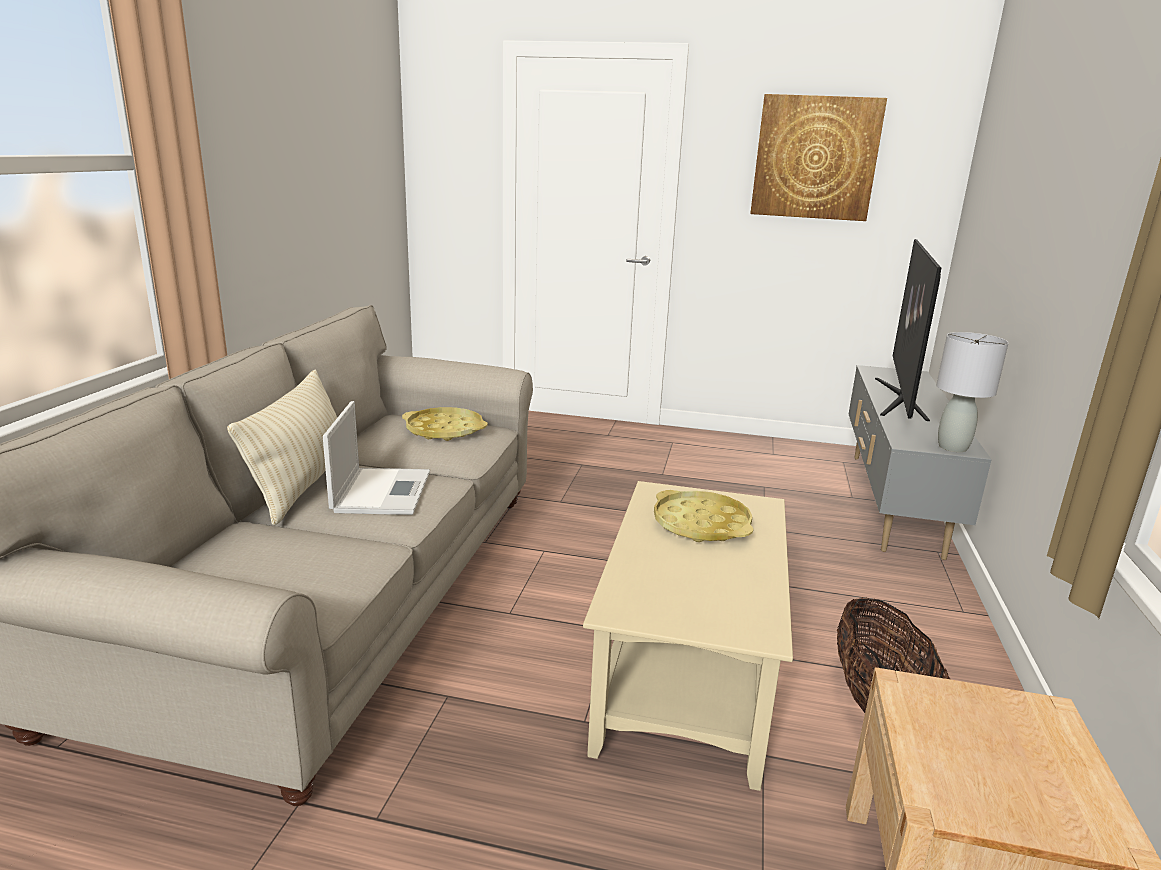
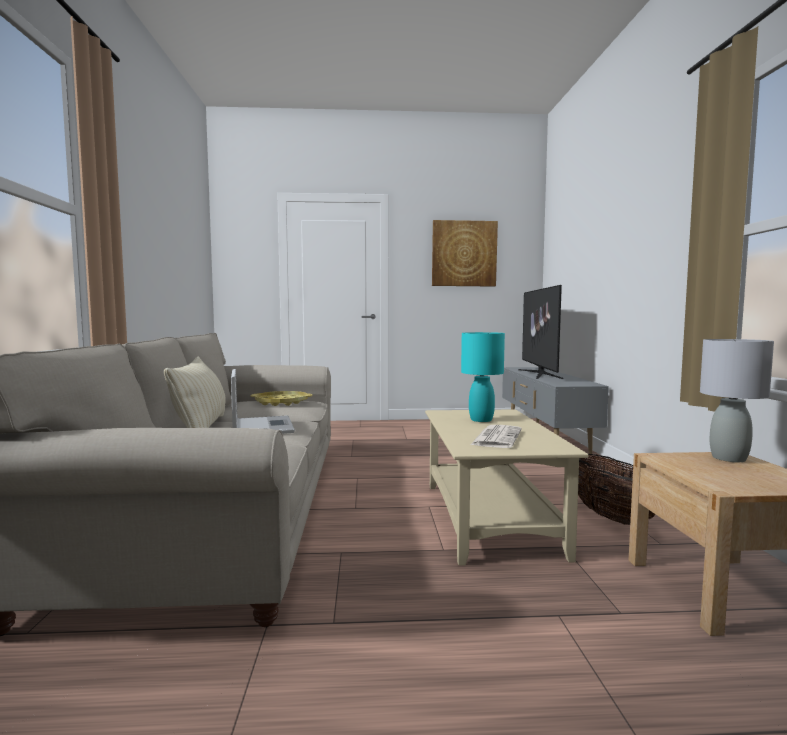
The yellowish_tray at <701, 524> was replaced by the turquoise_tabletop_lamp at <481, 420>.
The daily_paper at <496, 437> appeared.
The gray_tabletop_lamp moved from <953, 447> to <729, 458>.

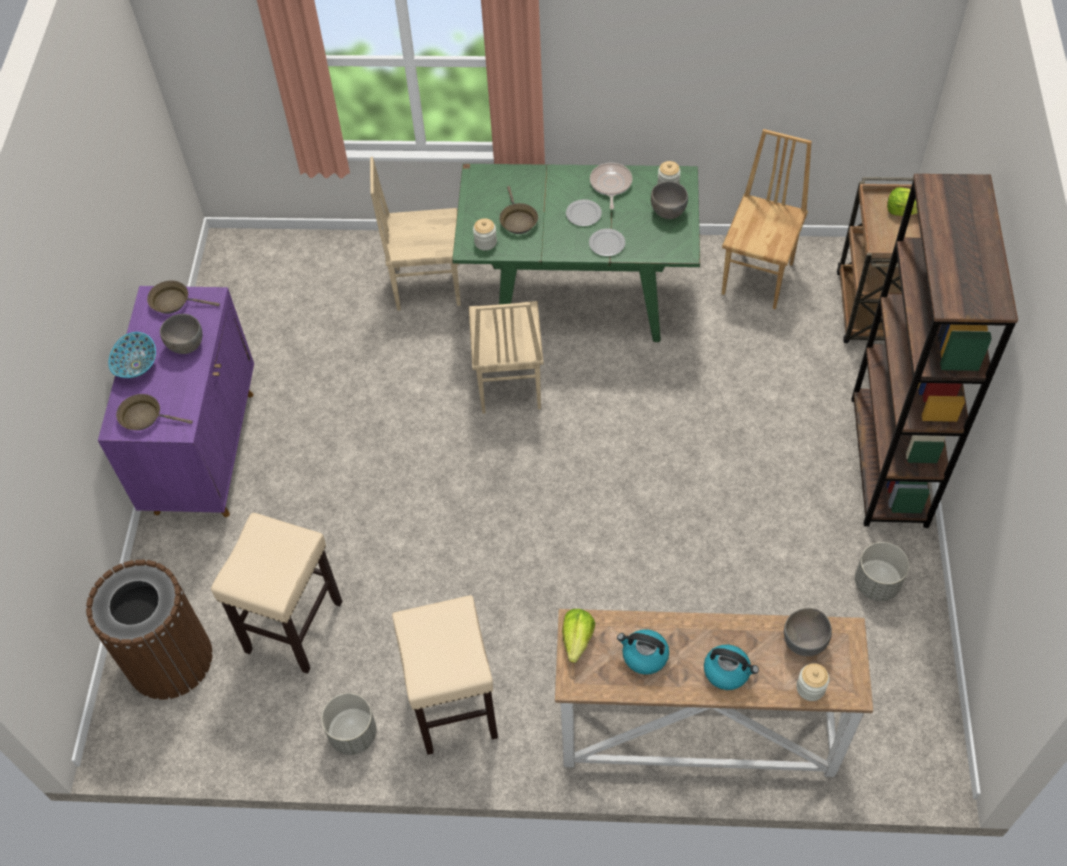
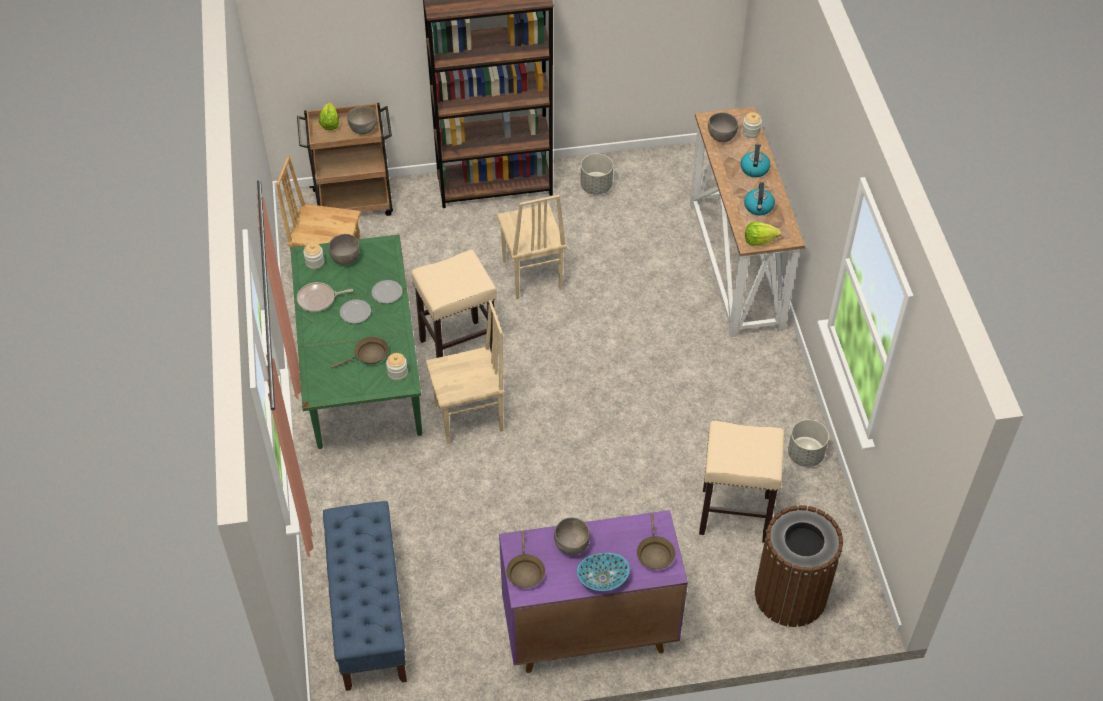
The blue_indoor_bench at <369, 612> appeared.
The gray_serving_bowl at <364, 130> appeared.
The beige-coloured_sitting_stool moved from <455, 707> to <459, 347>.
The beige-coloured_upright_chair moved from <427, 285> to <531, 275>.

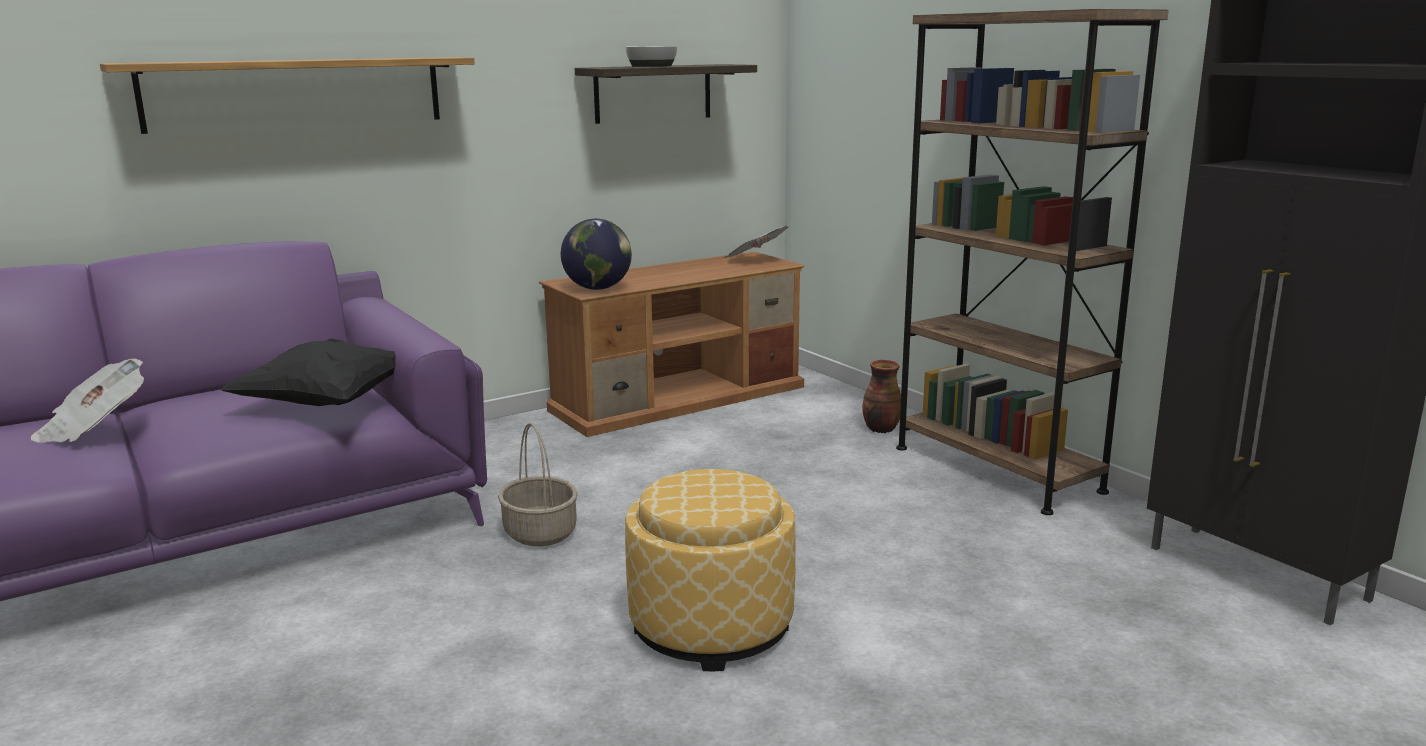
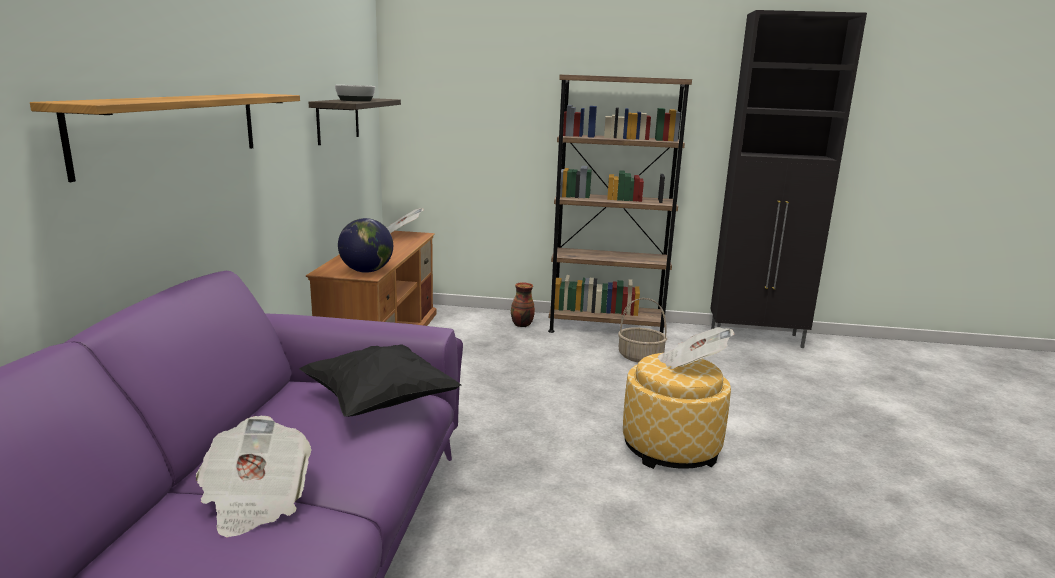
The household_basket moved from <539, 532> to <640, 357>.
The daily_paper at <692, 364> appeared.

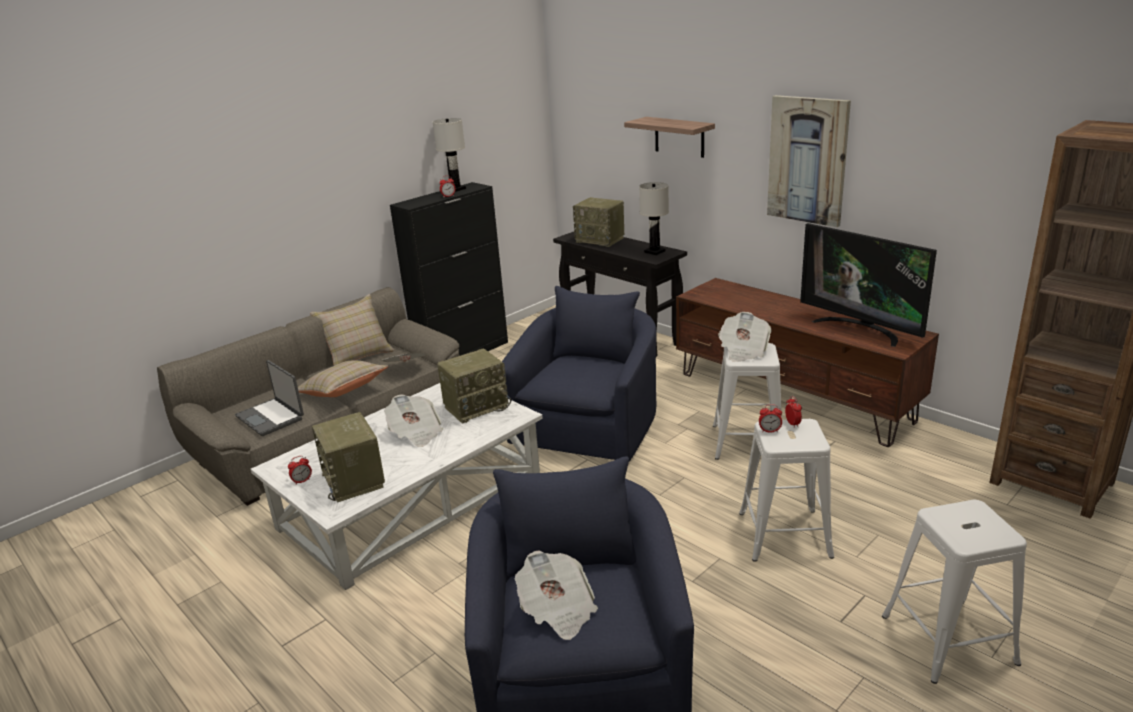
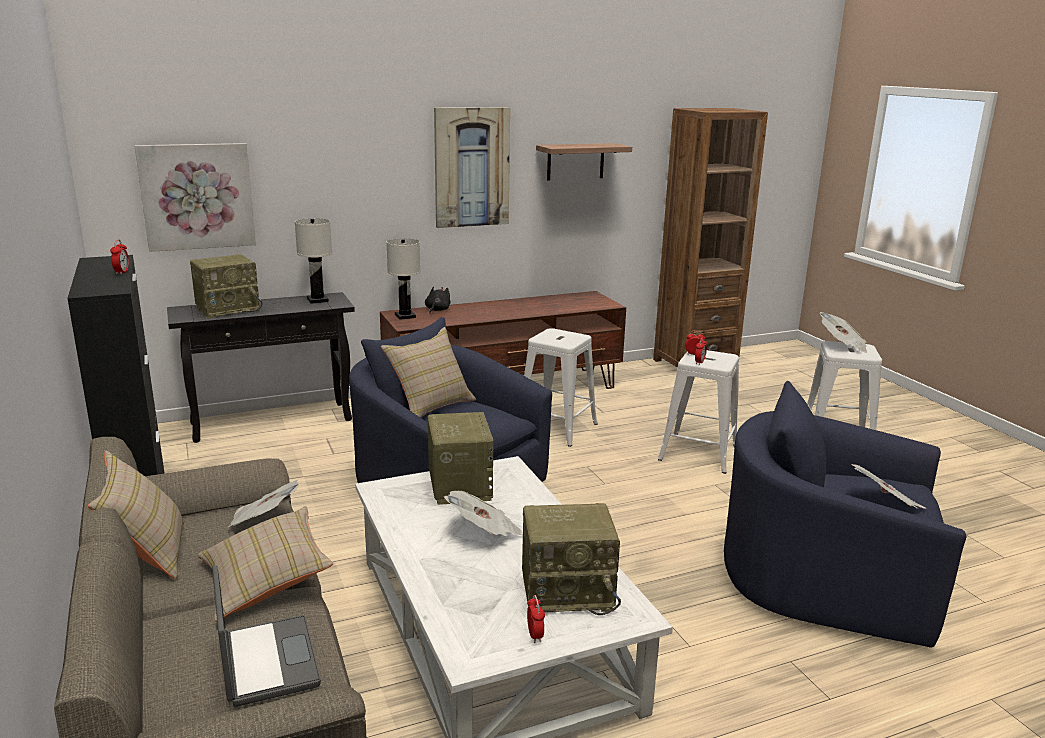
The wall_art at <197, 196> appeared.
The portable_computer at <271, 417> turned 90 degrees counterclockwise.
The beige-coloured_throw_pillow at <431, 405> appeared.
The white_tabletop_lamp moved from <455, 189> to <405, 316>.
The black_soft_toy at <437, 310> appeared.
The shelf moved from <679, 137> to <575, 161>.
The daily_paper moved from <743, 350> to <842, 345>.
The TV at <861, 329> disappeared.

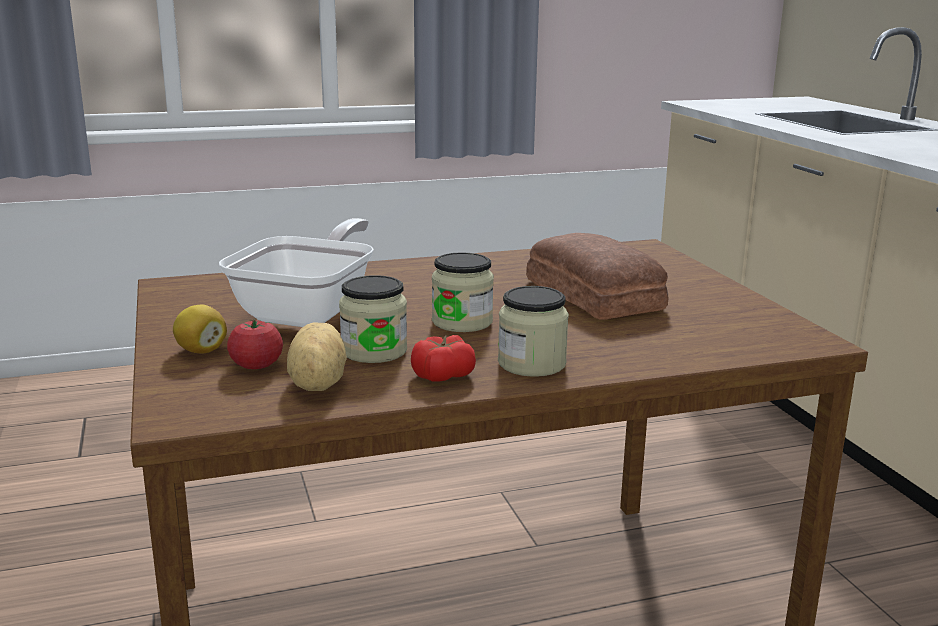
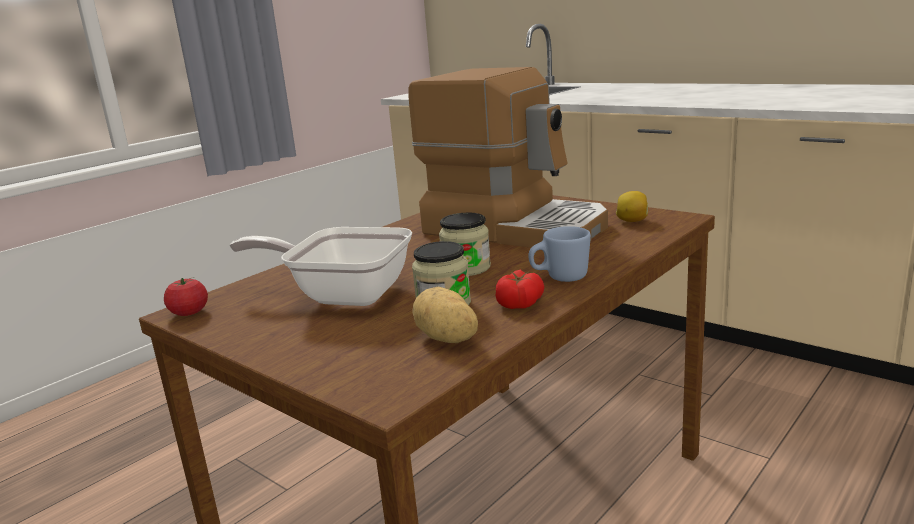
The fresh_tomato moved from <256, 365> to <189, 312>.
The pan at <310, 311> turned 60 degrees counterclockwise.
The baked_bread at <595, 294> was replaced by the coffee_machine at <515, 227>.
The jar at <531, 364> was replaced by the blue_tea_mug at <560, 278>.
The whole_lemon moved from <201, 351> to <632, 221>.

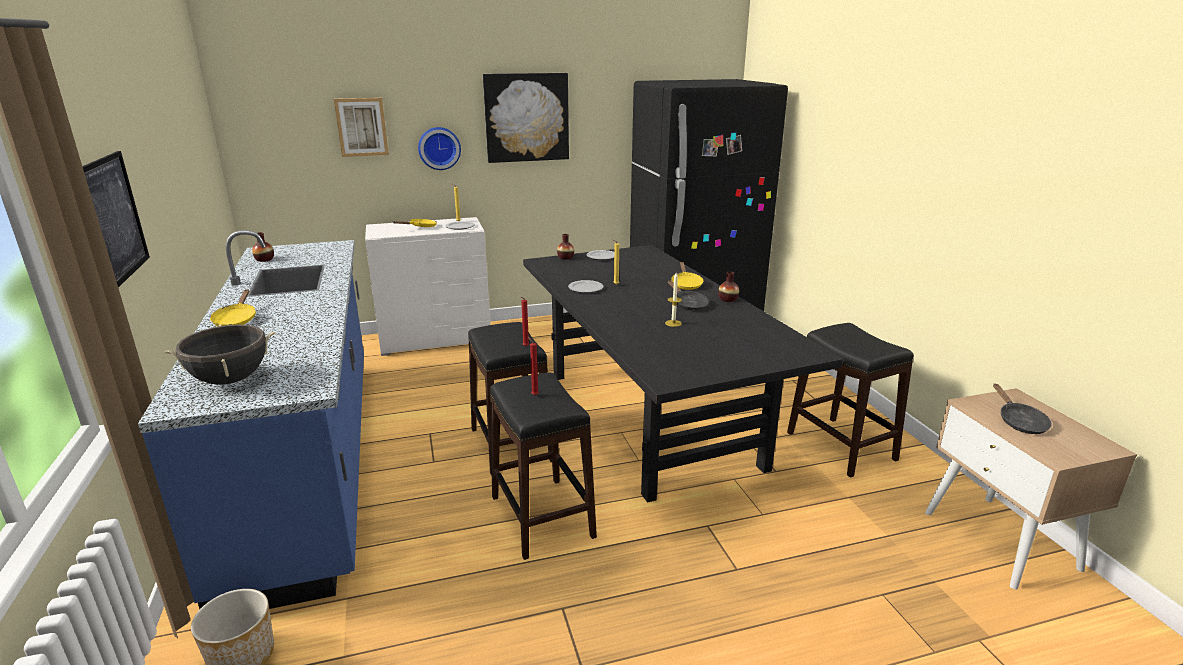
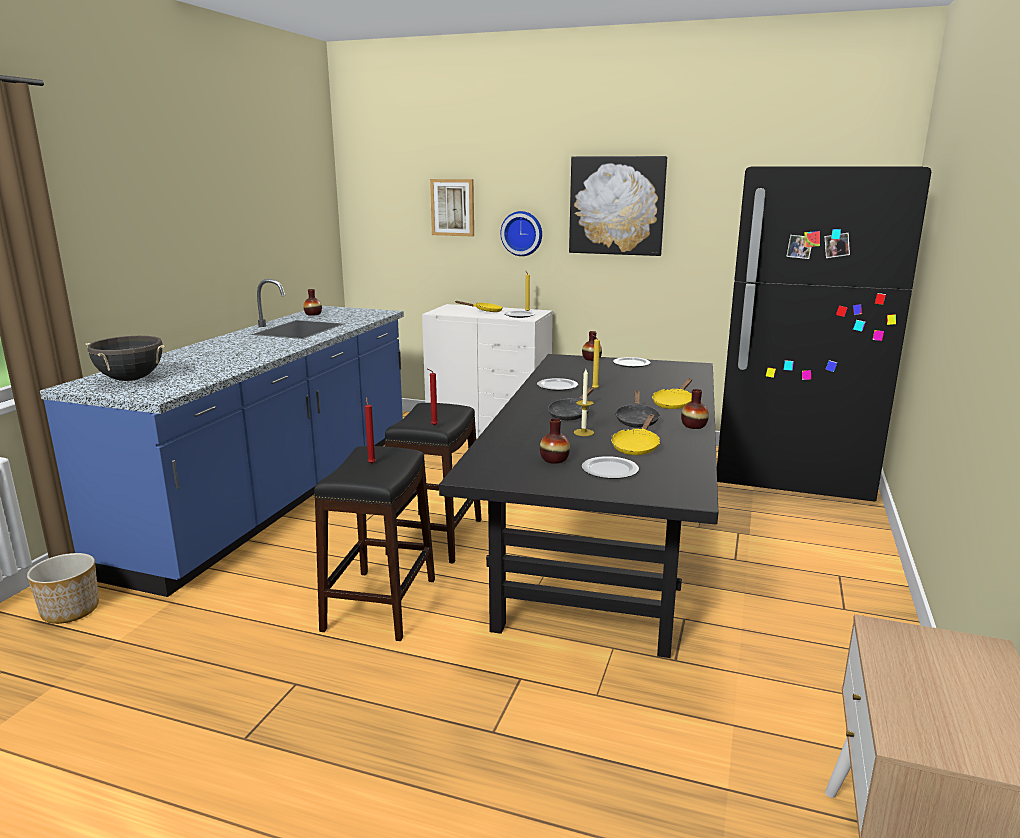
The vase at <554, 459> appeared.
The black_pan moved from <1019, 422> to <571, 414>.
The plate at <611, 470> appeared.
The yellowish_pan moved from <236, 320> to <636, 447>.
The wall_art at <114, 218> disappeared.
The black_sitting_stool at <841, 446> disappeared.

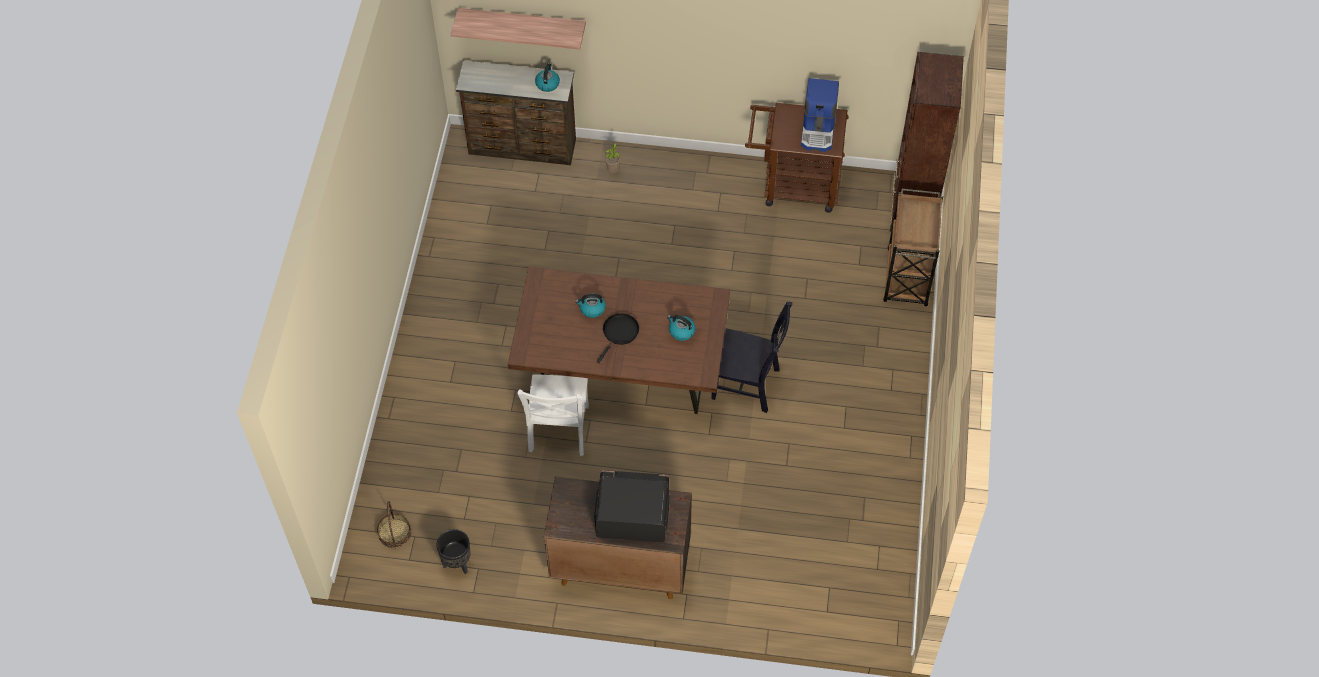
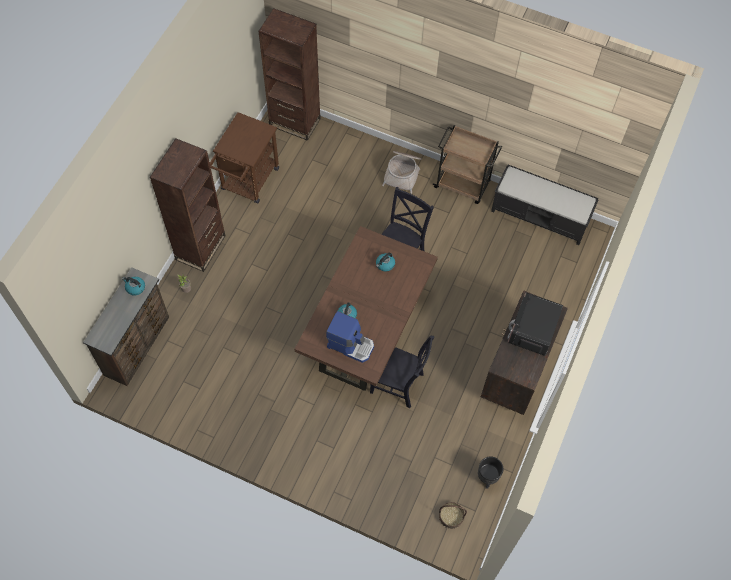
The brownish_bookshelf at <201, 247> appeared.
The coffee_machine moved from <818, 129> to <351, 344>.
The white_upright_chair at <558, 431> became the black_upright_chair at <399, 384>.
The household_basket at <403, 173> appeared.
The brownish_cart moved from <907, 279> to <463, 185>.
The black_indoor_bench at <540, 216> appeared.
The shelf at <522, 23> disappeared.
The black_pan at <619, 333> disappeared.

